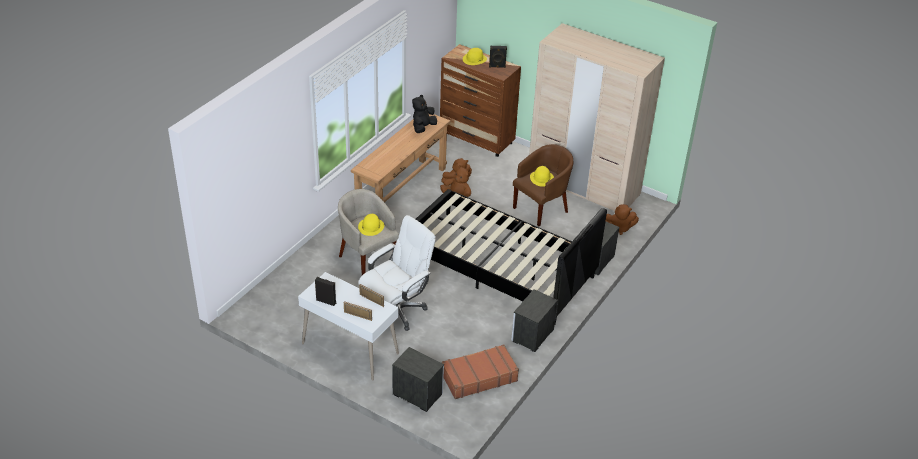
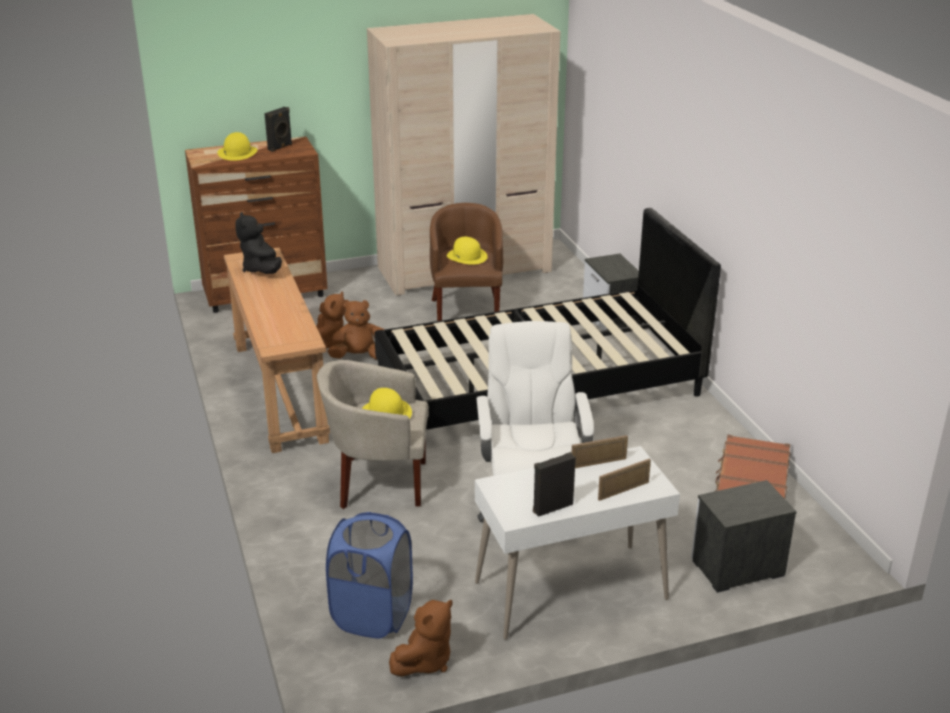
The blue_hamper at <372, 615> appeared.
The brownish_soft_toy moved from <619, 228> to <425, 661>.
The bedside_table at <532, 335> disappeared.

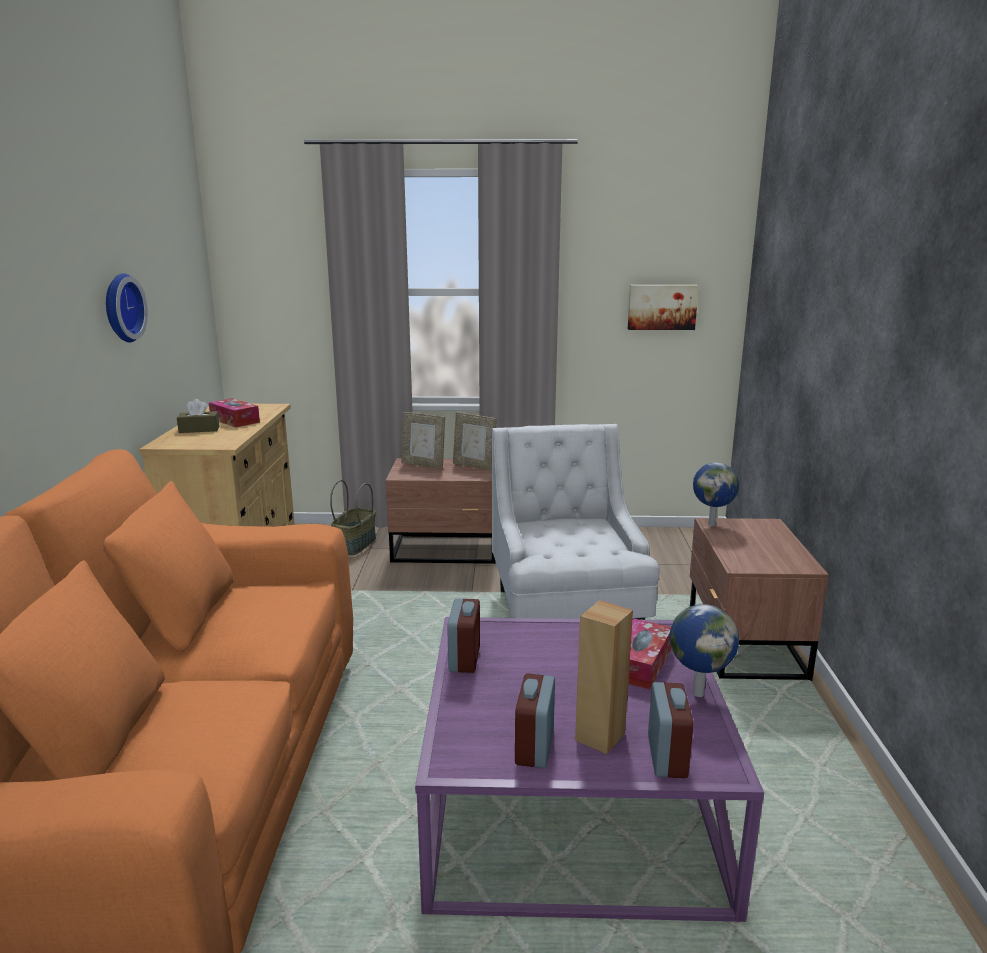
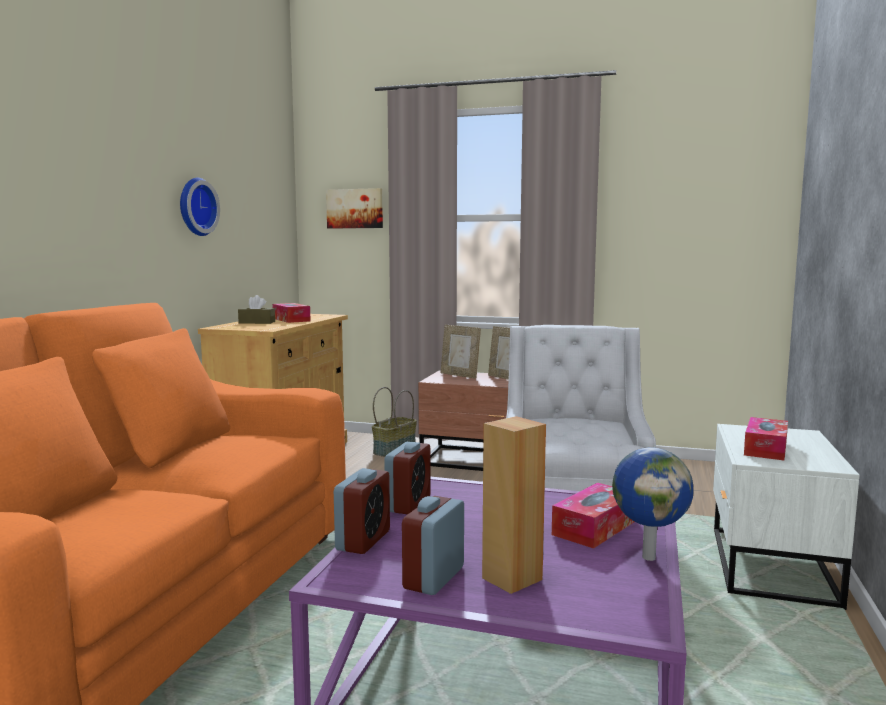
The wall_art moved from <662, 307> to <355, 208>.
The table_clock moved from <667, 757> to <363, 540>.
The brownish_bedside_table at <743, 644> became the white_bedside_table at <768, 566>.
The tissue_box at <765, 448> appeared.
The globe at <712, 524> disappeared.

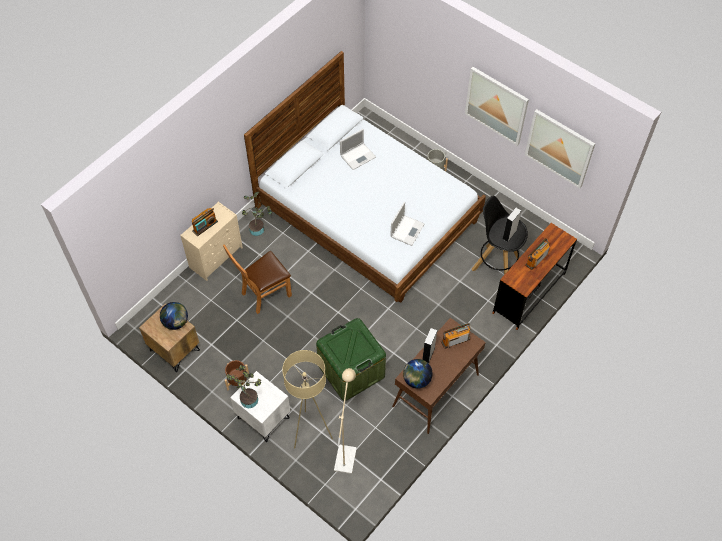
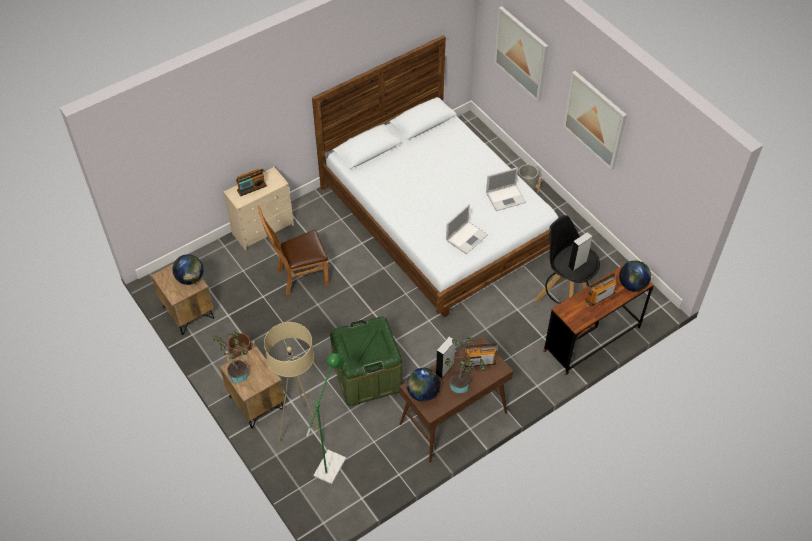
The white_bedside_table at <263, 418> became the brownish_bedside_table at <256, 403>.
The beige-coloured_floor_lamp at <346, 453> became the greenish_floor_lamp at <332, 461>.
The houseplant moved from <258, 229> to <462, 385>.
The portable_computer moved from <358, 156> to <506, 197>.
The wall_art moved from <559, 148> to <521, 53>.
The globe at <632, 285> appeared.

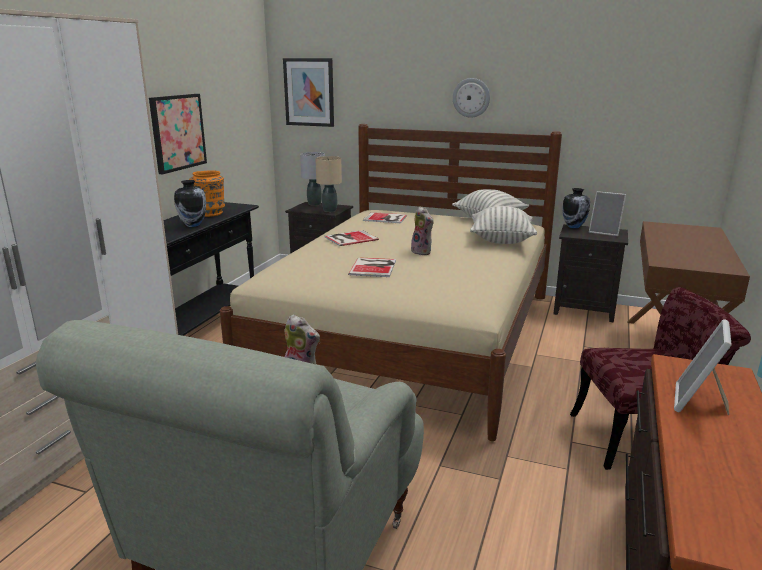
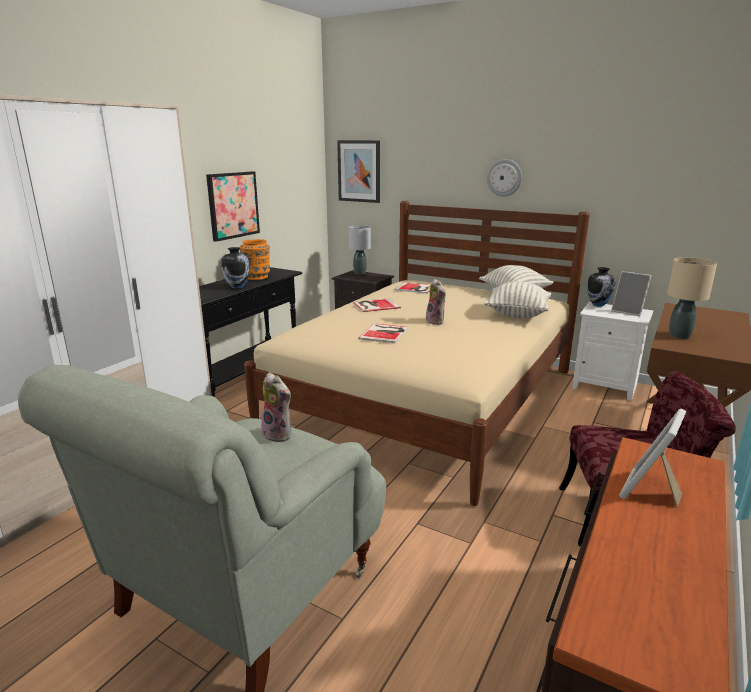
The black_bedside_table at <585, 309> became the white_bedside_table at <605, 386>.
The beige-coloured_tabletop_lamp moved from <329, 210> to <679, 335>.

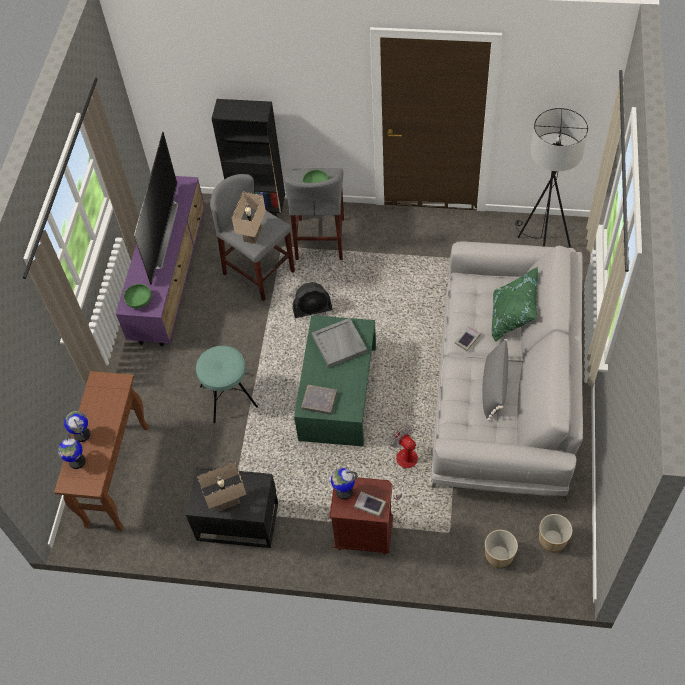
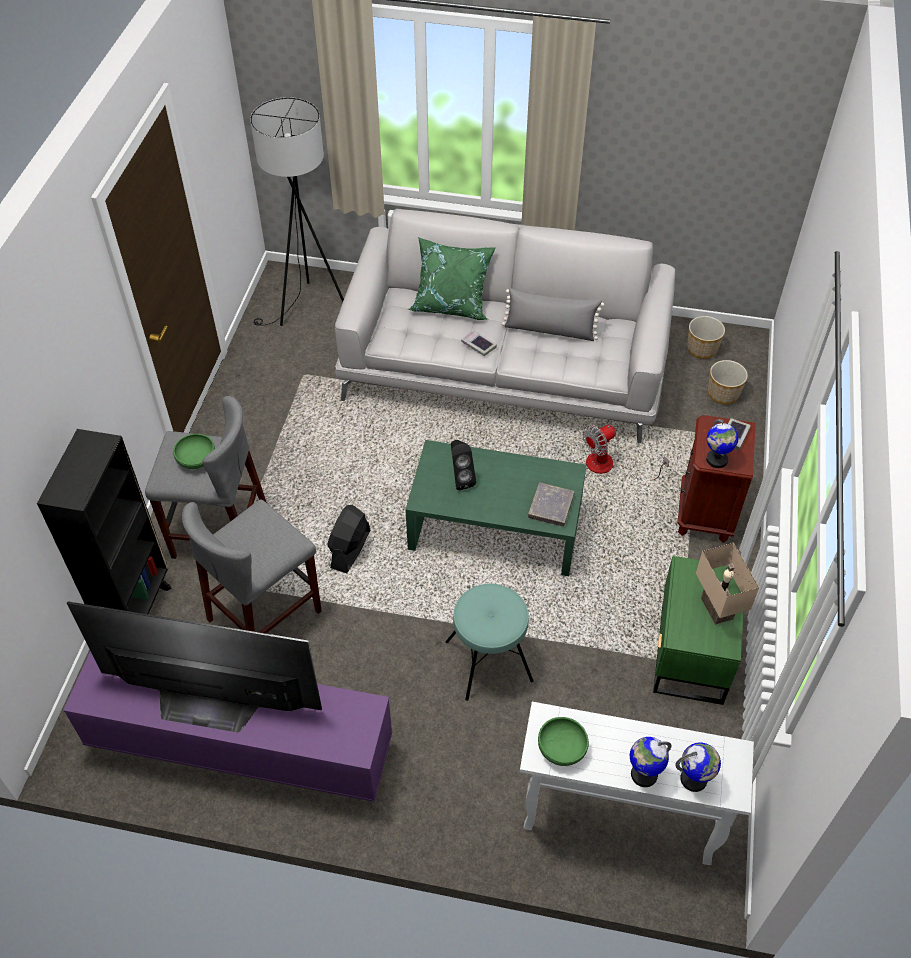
The black_electric_fan at <312, 309> turned 150 degrees counterclockwise.
The gray_tray at <340, 344> was replaced by the black_loudspeaker at <460, 479>.
The brownish_console_table at <117, 474> became the white_console_table at <617, 819>.
The greenish_serving_bowl moved from <139, 301> to <561, 748>.
The black_bedside_table at <237, 519> became the greenish_bedside_table at <689, 654>.
The beige-coloured_tabletop_lamp at <251, 234> disappeared.

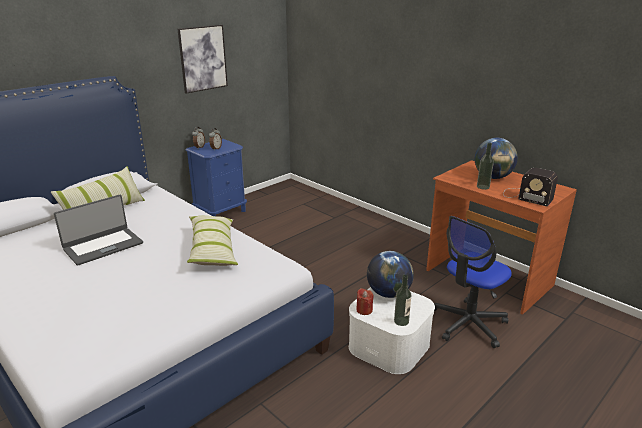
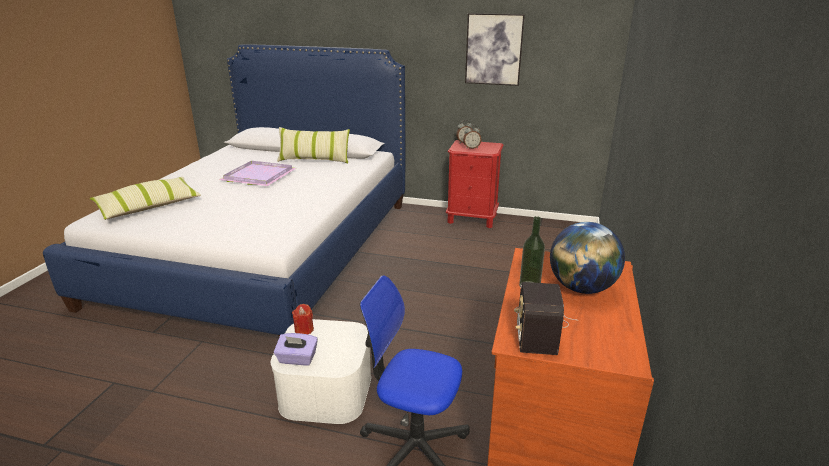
The throw_pillow moved from <213, 249> to <149, 207>.
The portable_computer at <103, 246> was replaced by the purplish_tray at <260, 176>.
The beverage_bottle at <401, 321> was replaced by the purplish_tissue_box at <297, 359>.
The blue_bedside_table at <221, 212> became the red-coloured_bedside_table at <472, 219>.
The globe at <388, 293> disappeared.

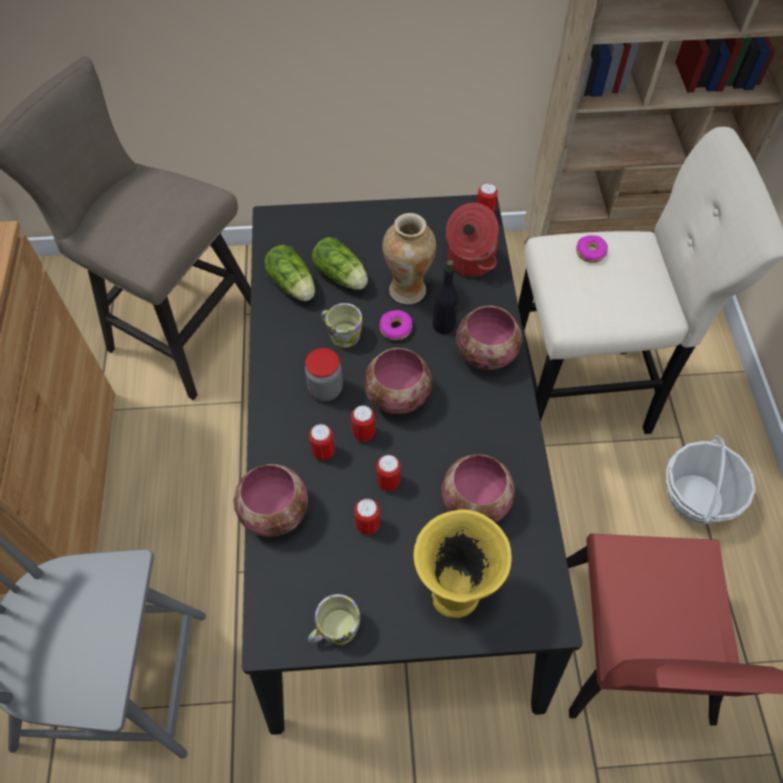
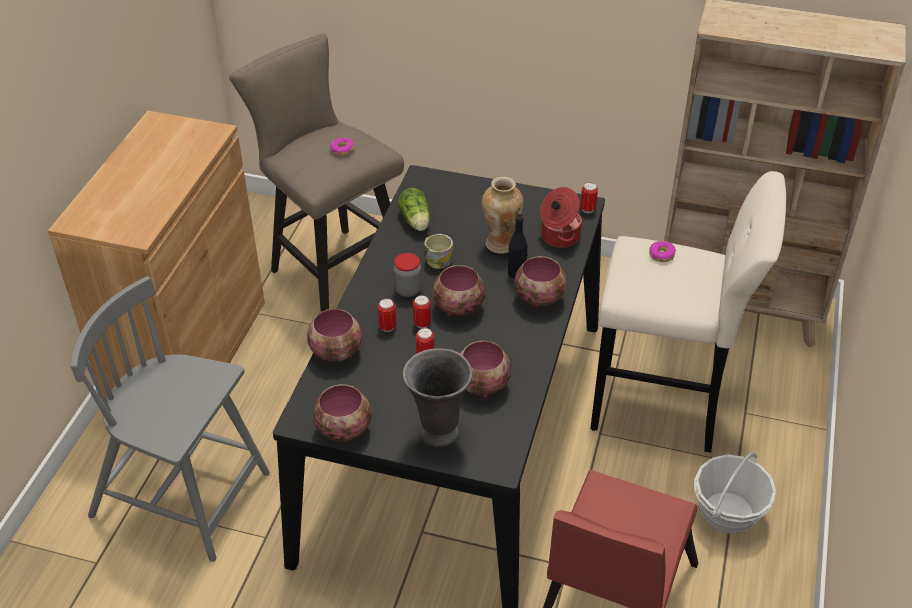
The tea_mug at <334, 630> was replaced by the serving_bowl at <344, 429>.
The doughnut moved from <395, 329> to <342, 150>.
The yellowish_vase at <453, 595> became the gray_vase at <438, 433>.
The head_of_lettuce at <342, 277> disappeared.
The metal_can at <368, 525> disappeared.

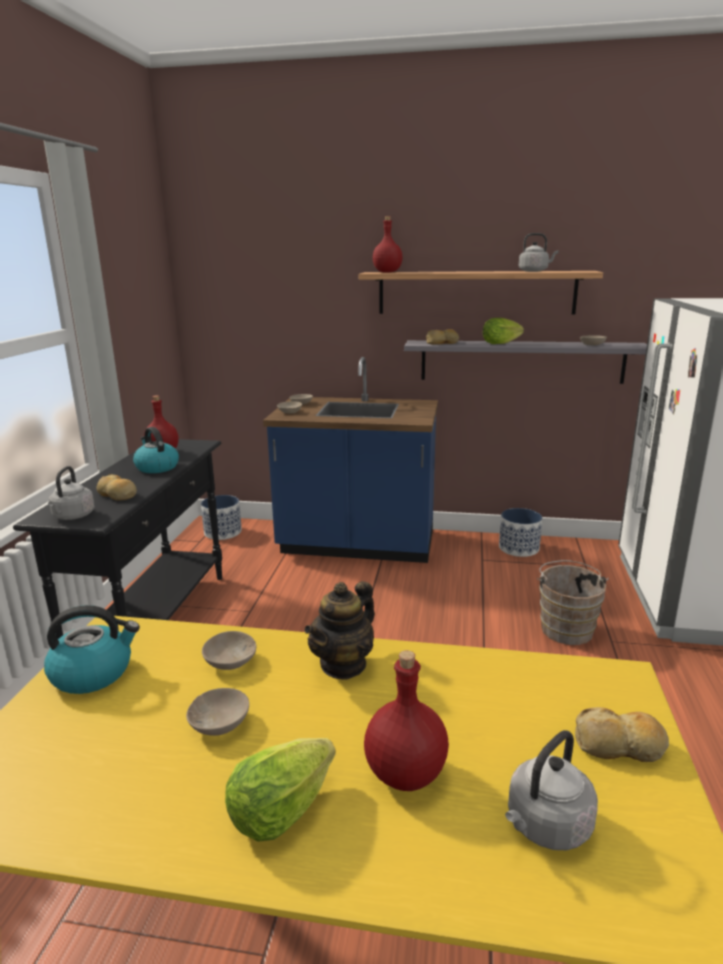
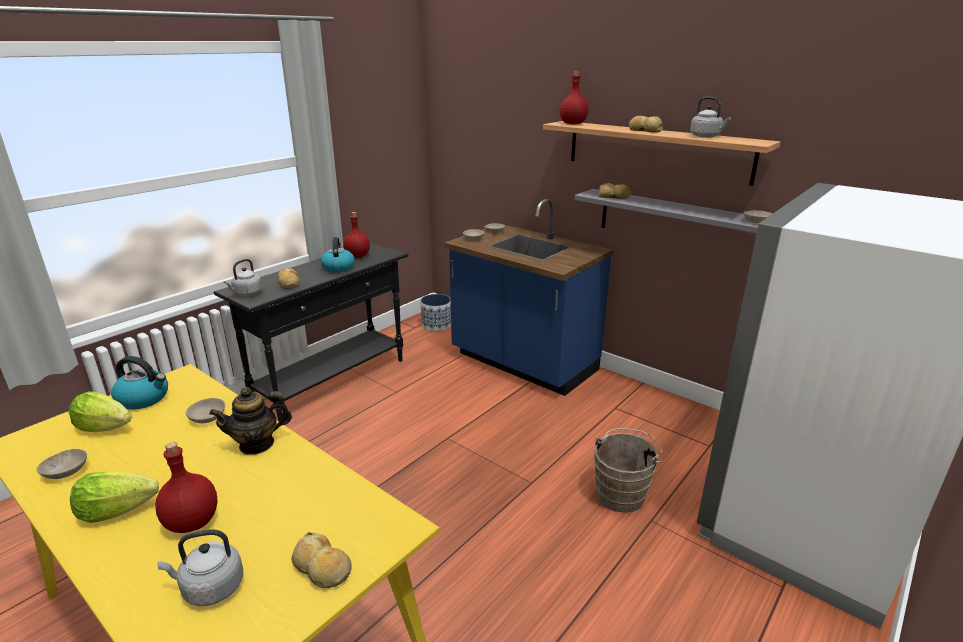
The beige-coloured_serving_bowl moved from <221, 724> to <66, 473>.
The head_of_lettuce moved from <500, 343> to <104, 427>.
The baked_bread at <644, 130> appeared.
The plant_pot at <519, 548> disappeared.

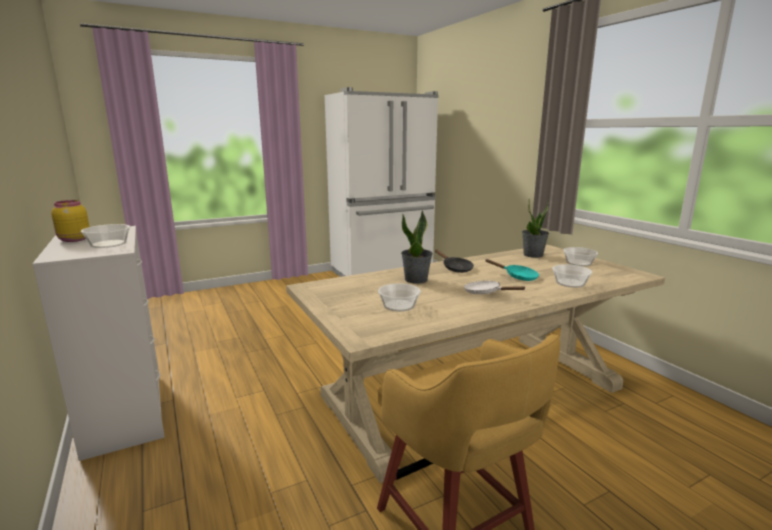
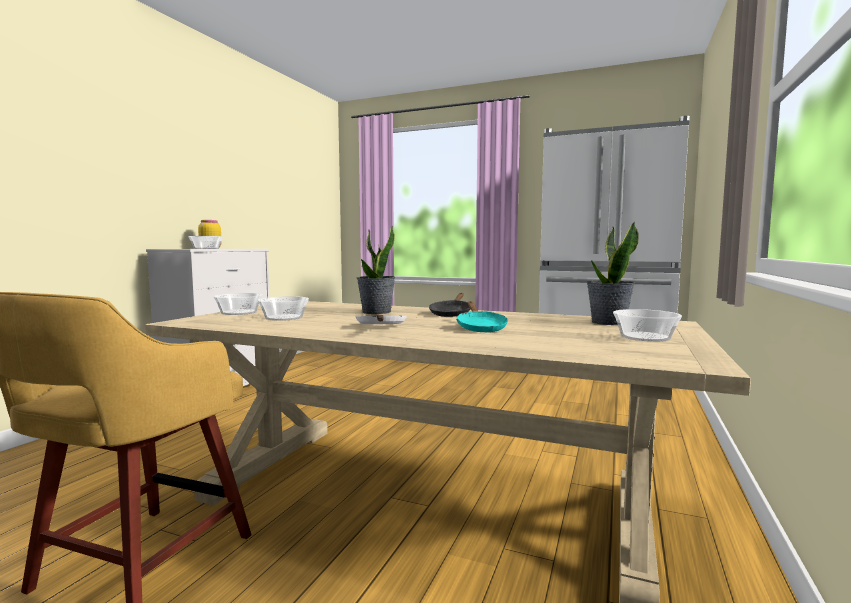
The serving_bowl moved from <570, 283> to <239, 312>.

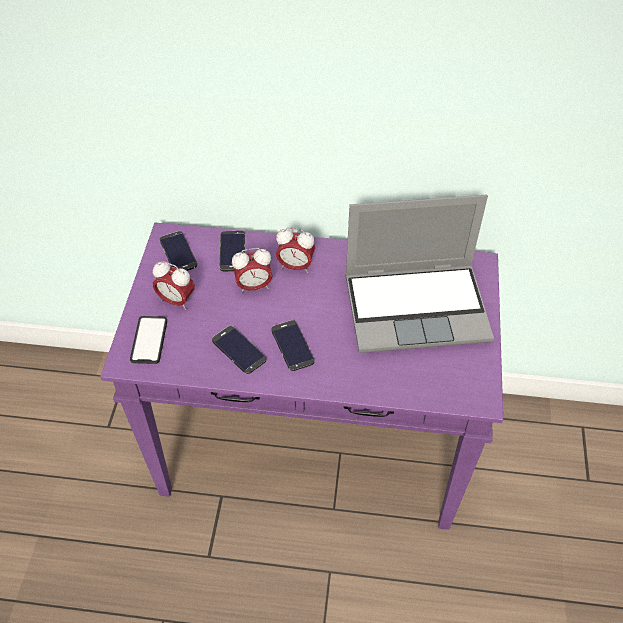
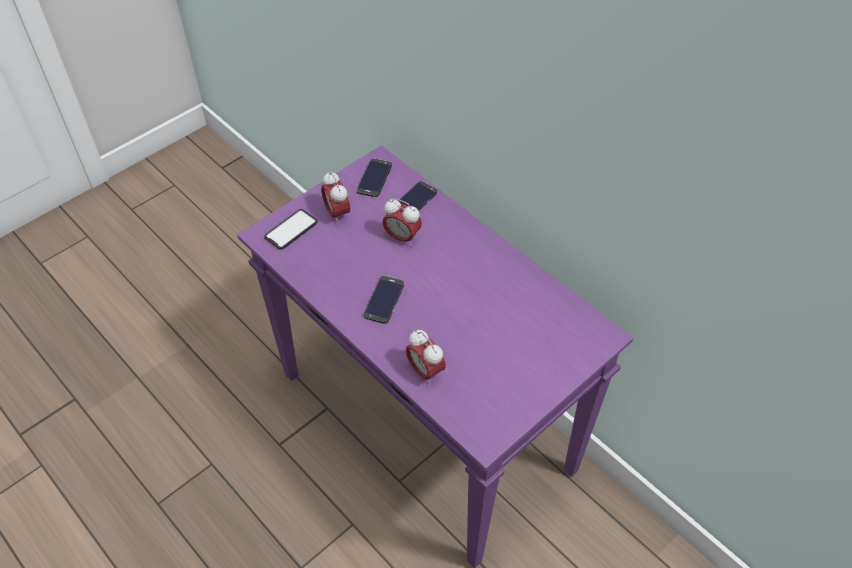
The table_clock moved from <295, 266> to <425, 371>.
The handset at <239, 350> disappeared.
The portable_computer at <417, 307> disappeared.

